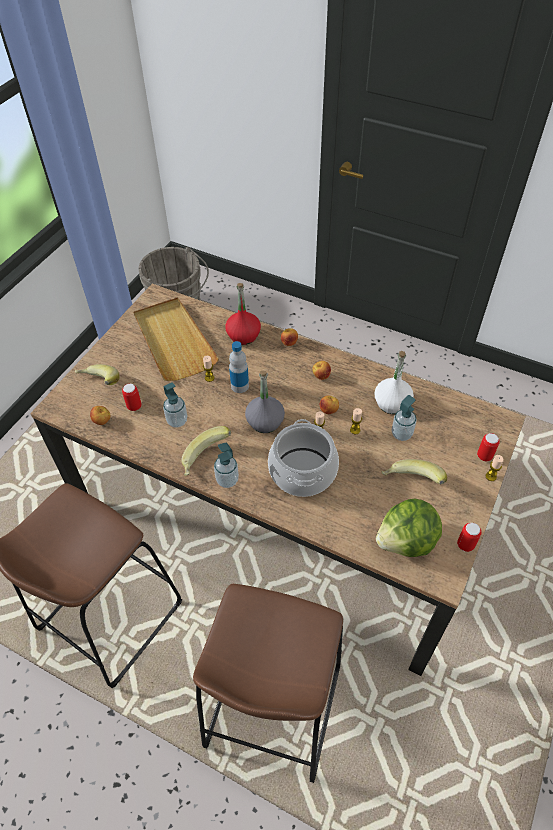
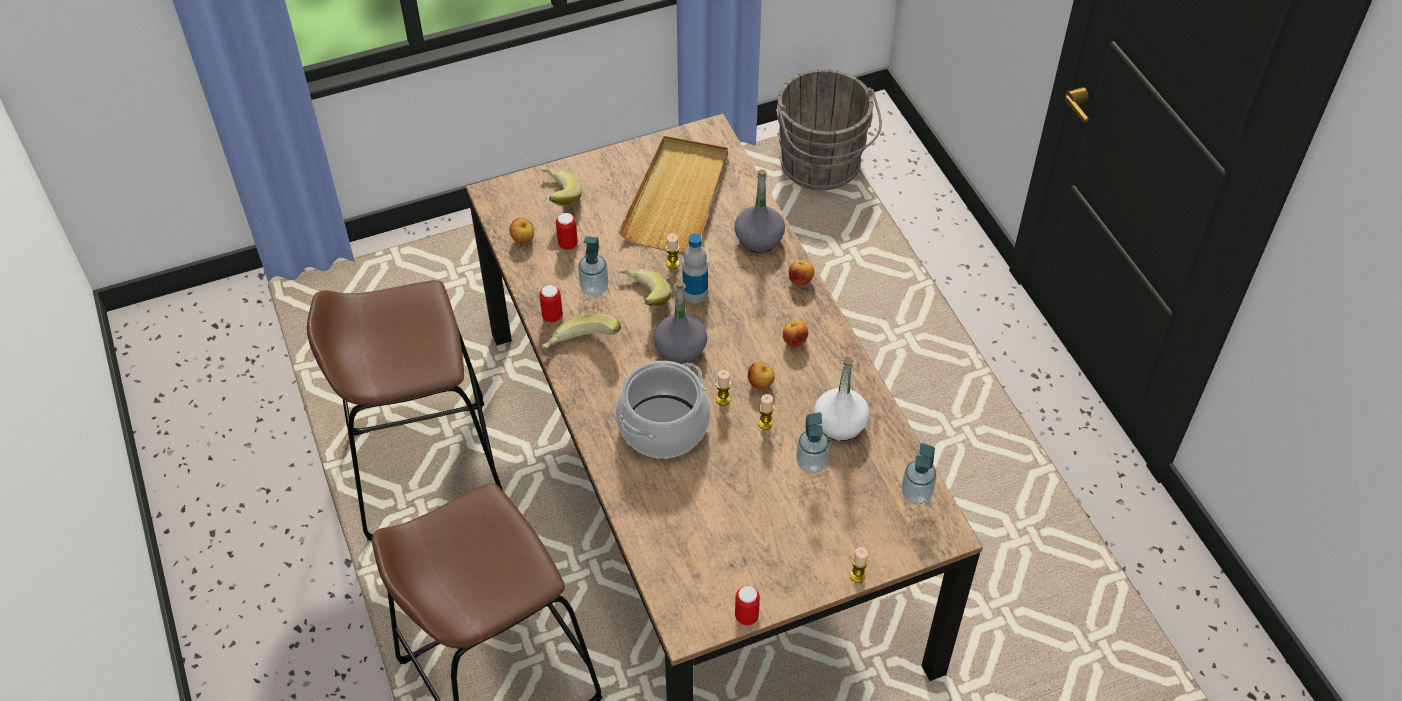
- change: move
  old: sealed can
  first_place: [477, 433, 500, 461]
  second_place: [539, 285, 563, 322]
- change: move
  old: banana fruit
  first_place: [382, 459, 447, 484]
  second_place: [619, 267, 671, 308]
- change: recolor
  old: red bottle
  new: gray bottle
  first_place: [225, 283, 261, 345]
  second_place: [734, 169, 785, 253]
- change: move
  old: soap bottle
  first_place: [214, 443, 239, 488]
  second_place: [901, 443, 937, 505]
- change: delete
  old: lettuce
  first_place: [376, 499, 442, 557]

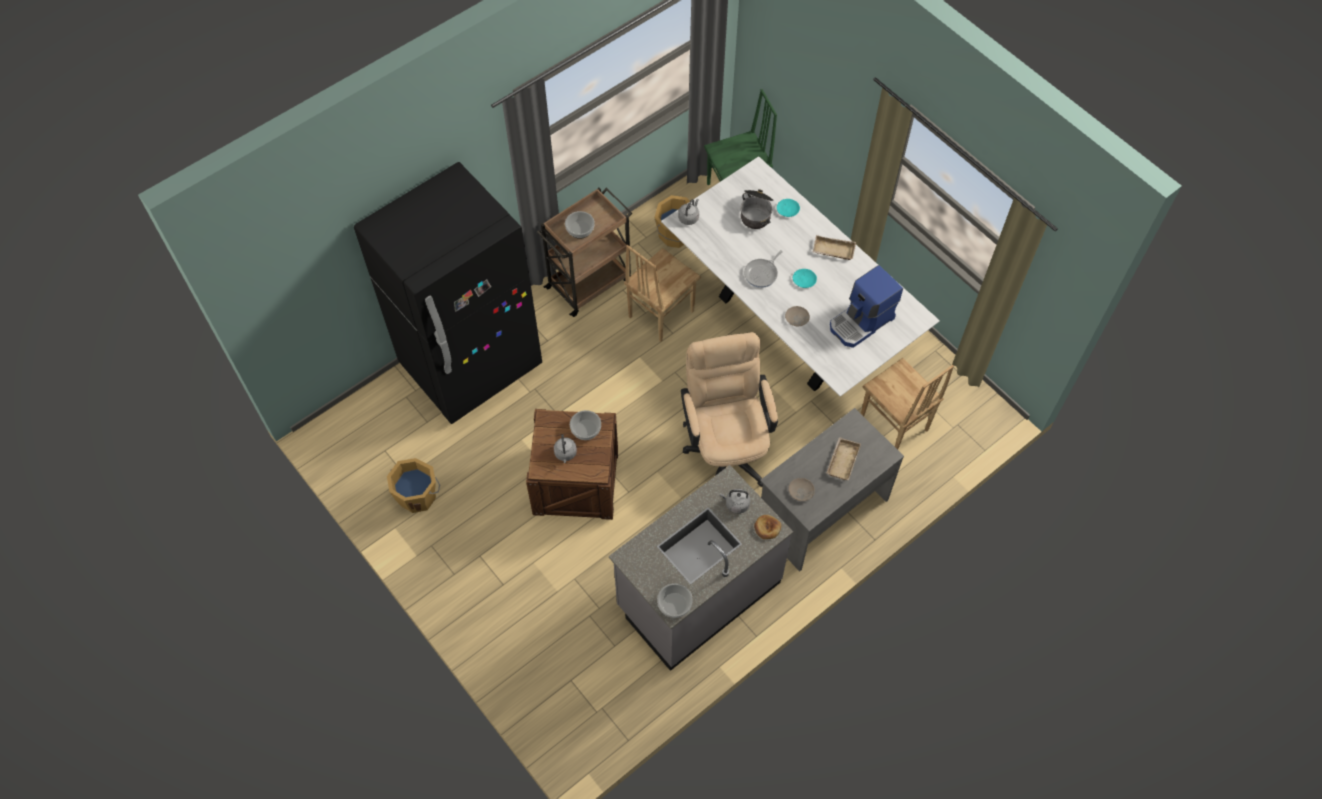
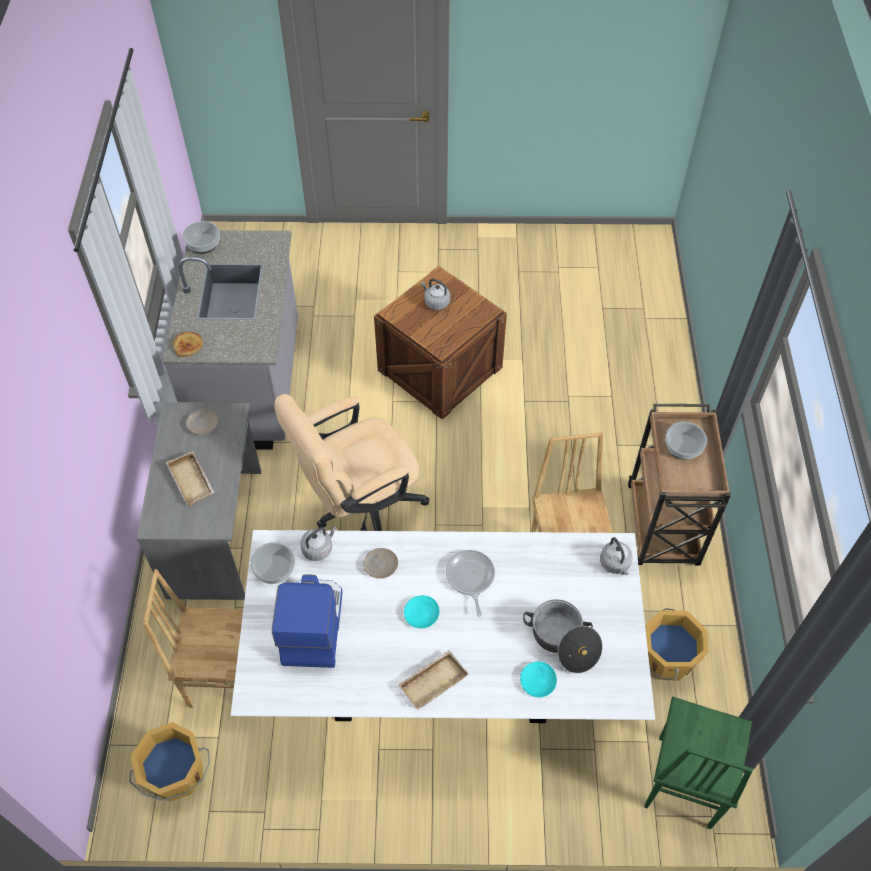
- change: move
  old: orange water bucket
  first_place: [387, 458, 440, 513]
  second_place: [130, 722, 210, 802]
- change: move
  old: serving bowl
  first_place: [570, 410, 601, 440]
  second_place: [250, 542, 295, 584]
- change: rotate
  old: sand-coloured computer chair
  first_place: [681, 332, 778, 487]
  second_place: [274, 394, 429, 531]
  degrees: 120
- change: move
  old: gray tea kettle
  first_place: [720, 489, 750, 514]
  second_place: [300, 526, 337, 561]
- change: delete
  old: black kitchen fridge
  first_place: [354, 162, 542, 424]

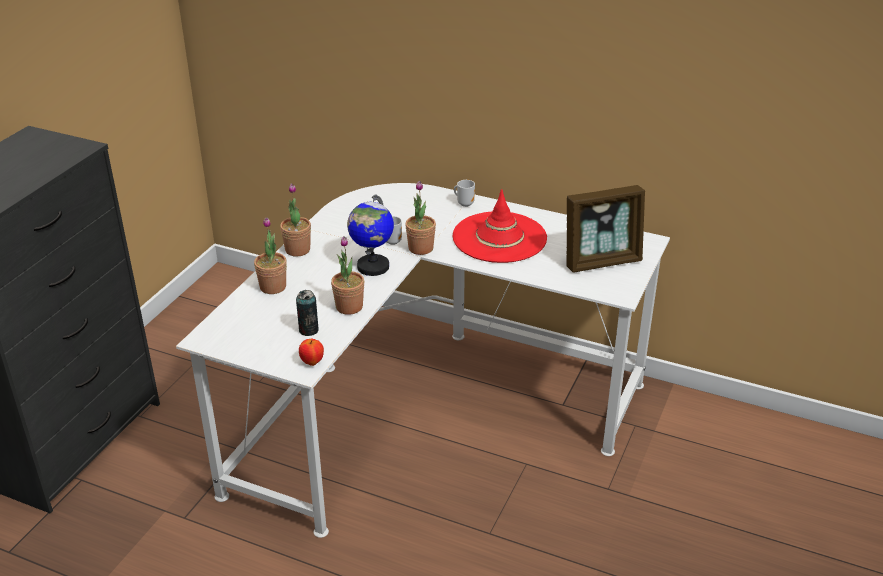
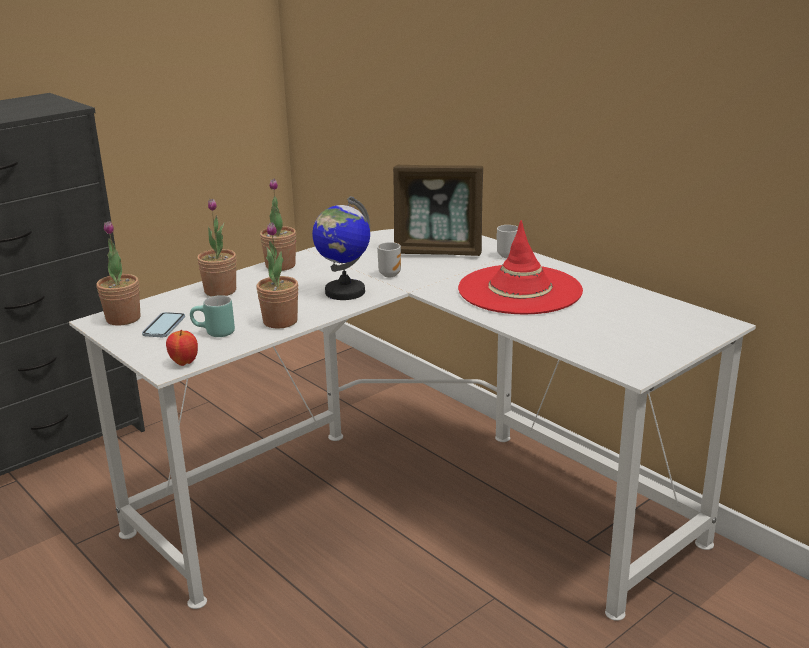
- change: move
  old: potted plant
  first_place: [405, 181, 436, 255]
  second_place: [96, 221, 140, 326]
- change: insert
  new: telephone
  second_place: [142, 312, 185, 337]
- change: replace
  old: sealed can
  new: blue-green mug
  first_place: [296, 290, 319, 336]
  second_place: [190, 295, 235, 337]
- change: move
  old: standing frame
  first_place: [566, 185, 645, 273]
  second_place: [393, 165, 483, 256]

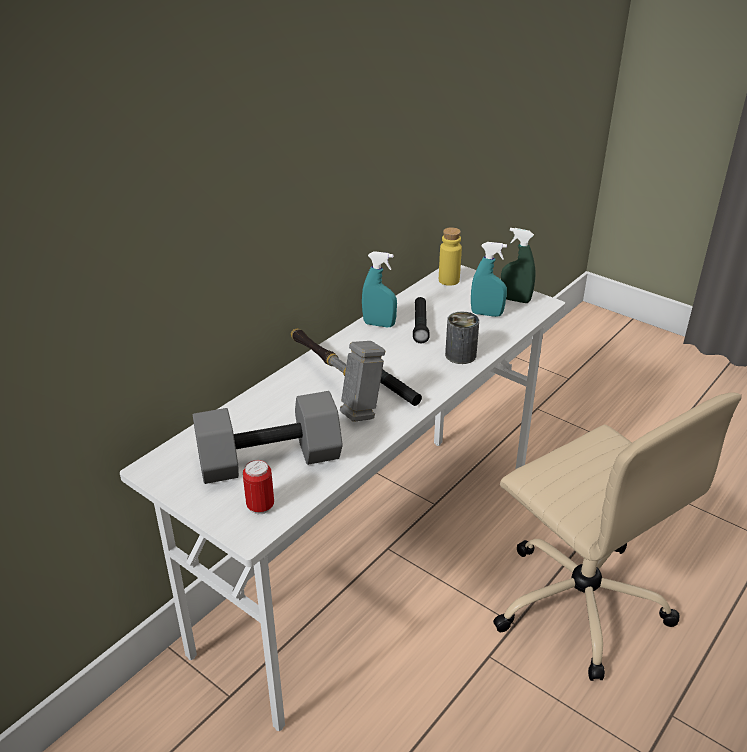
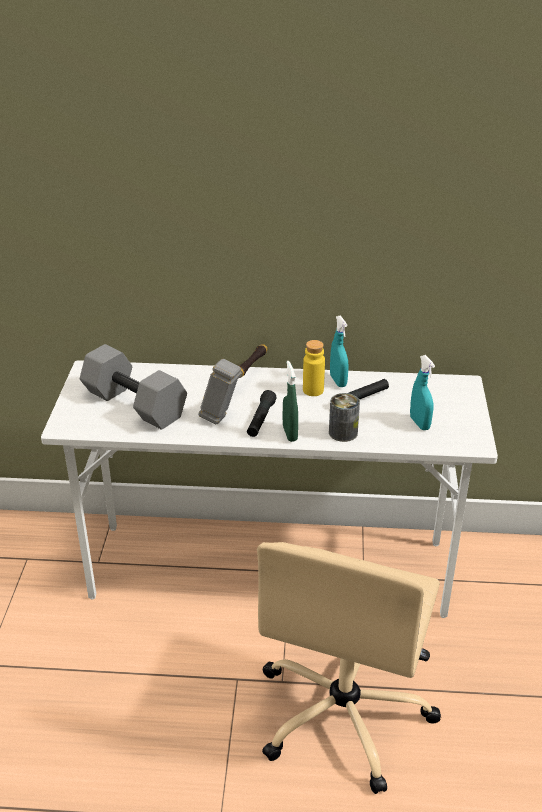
- change: move
  old: green-coloured sprayer
  first_place: [501, 228, 536, 303]
  second_place: [283, 361, 298, 442]
- change: move
  old: yellowish bottle
  first_place: [439, 227, 462, 286]
  second_place: [303, 340, 325, 396]
- change: delete
  old: sealed can
  first_place: [243, 460, 274, 514]

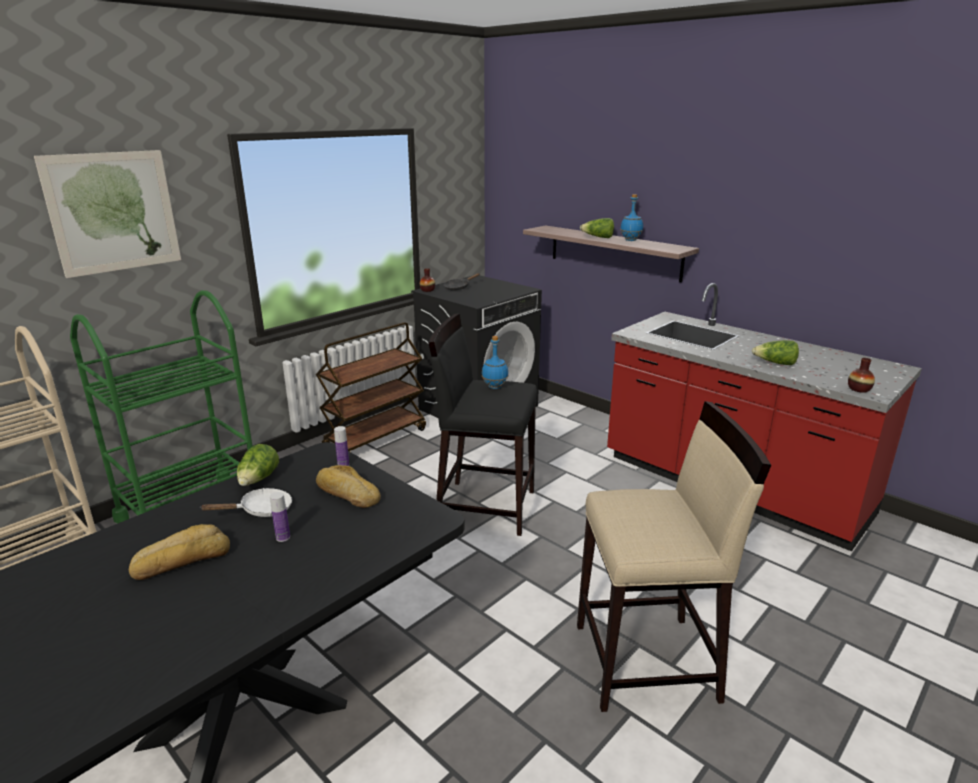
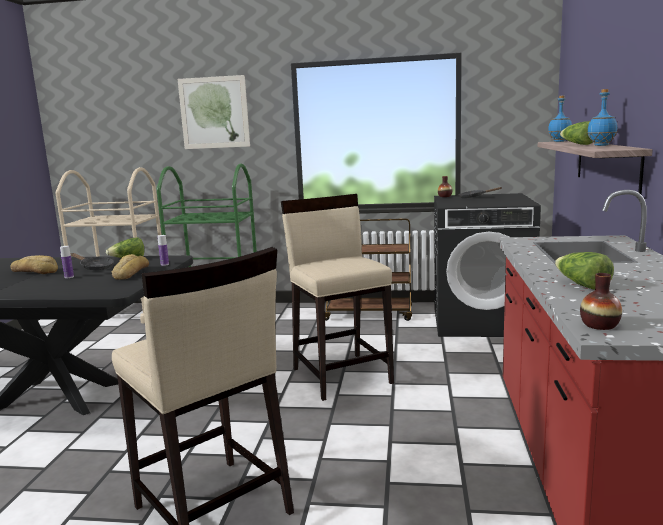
- change: recolor
  old: whitish frying pan
  new: black frying pan
  first_place: [200, 488, 292, 517]
  second_place: [71, 253, 114, 270]
- change: recolor
  old: black stool
  new: sand-coloured stool
  first_place: [428, 313, 537, 536]
  second_place: [281, 194, 394, 401]
- change: move
  old: blue-coloured bottle
  first_place: [482, 336, 509, 389]
  second_place: [548, 96, 572, 142]

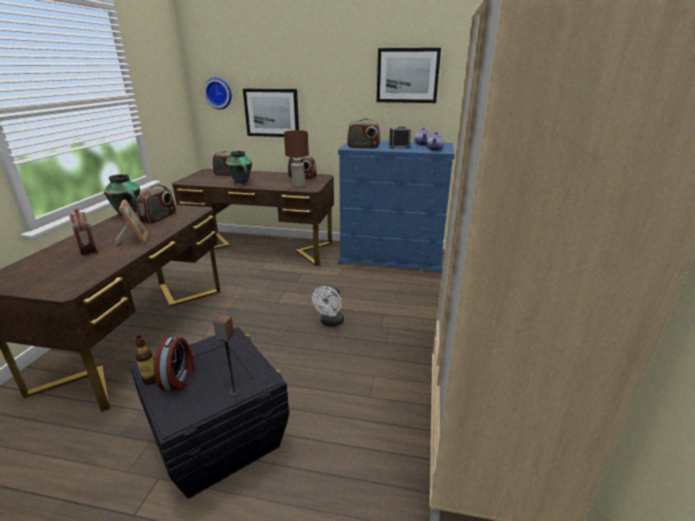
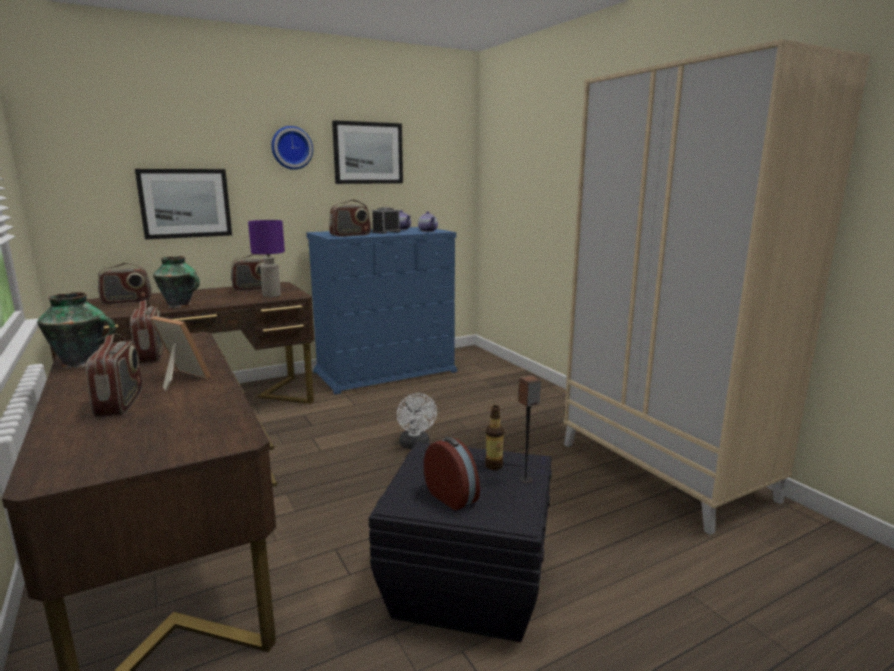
- change: rotate
  old: radio set
  first_place: [69, 208, 97, 255]
  second_place: [86, 334, 142, 417]
  degrees: 60
- change: recolor
  old: brown lamp for a table
  new: purple lamp for a table
  first_place: [284, 130, 309, 188]
  second_place: [248, 220, 285, 298]
- change: move
  old: clock on the wall
  first_place: [204, 78, 232, 109]
  second_place: [271, 126, 313, 170]
- change: move
  old: bottle
  first_place: [135, 335, 156, 385]
  second_place: [485, 405, 504, 470]

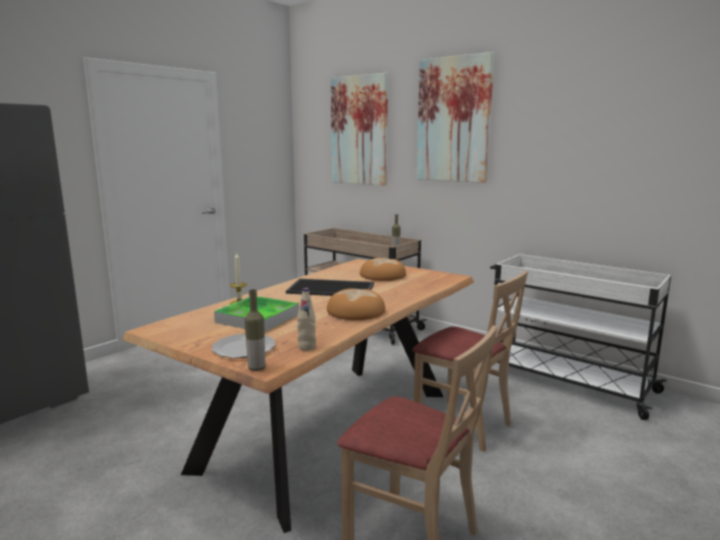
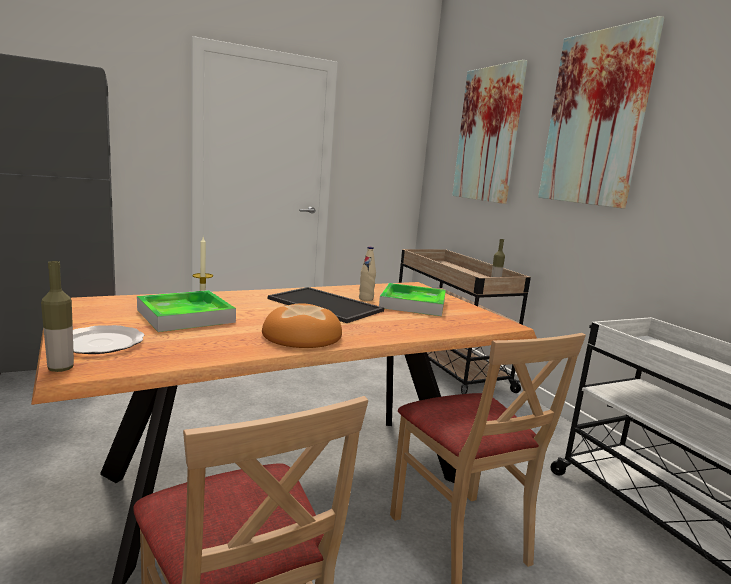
- change: move
  old: sand-coloured bottle
  first_place: [297, 288, 316, 351]
  second_place: [359, 247, 376, 301]
- change: replace
  old: bread
  new: serving tray
  first_place: [360, 258, 406, 281]
  second_place: [379, 283, 446, 316]

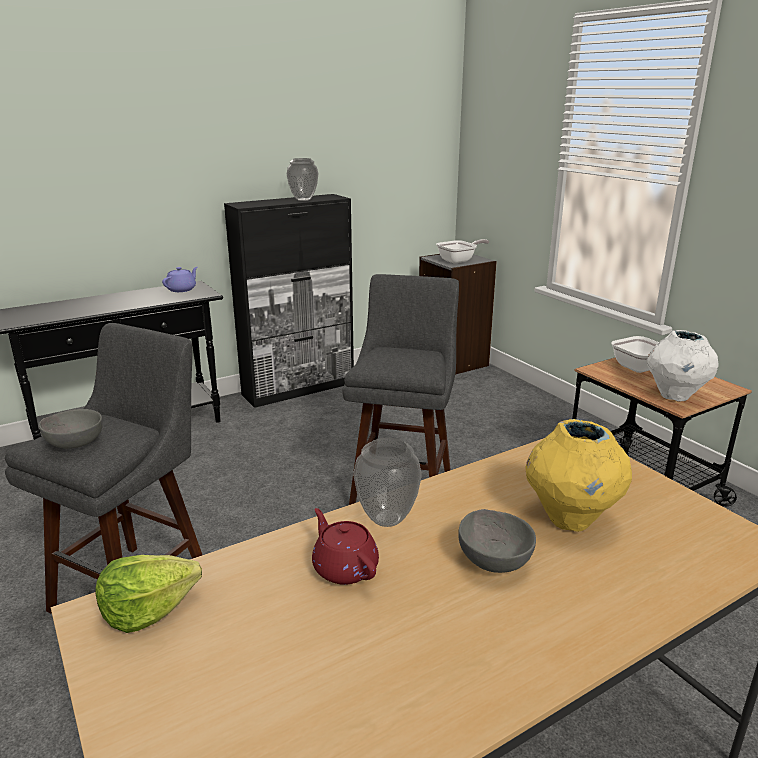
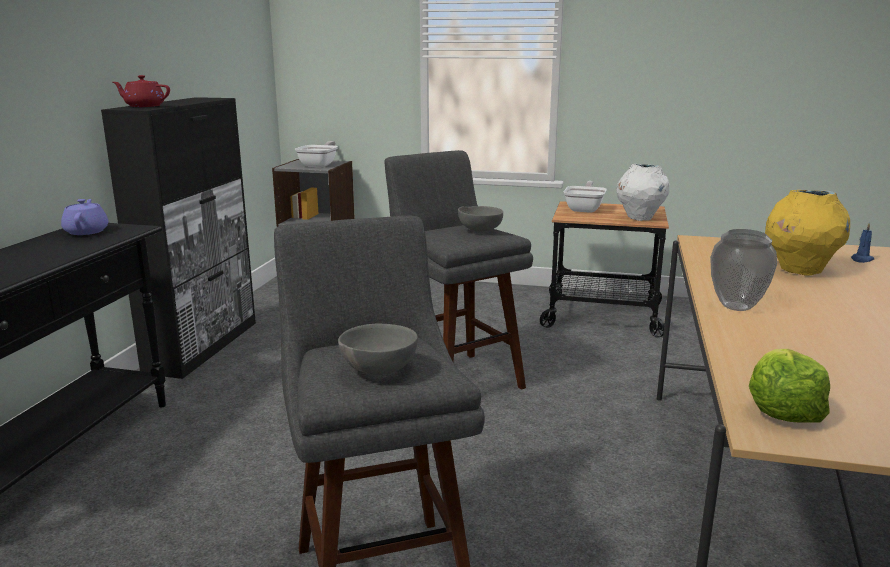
- change: move
  old: red tea pot
  first_place: [312, 508, 379, 585]
  second_place: [113, 75, 170, 107]
- change: move
  old: gray serving bowl
  first_place: [458, 509, 536, 573]
  second_place: [458, 206, 503, 232]
- change: insert
  new: blue-coloured wax candle
  second_place: [851, 223, 874, 263]
- change: delete
  old: decorative vase
  first_place: [287, 158, 318, 201]

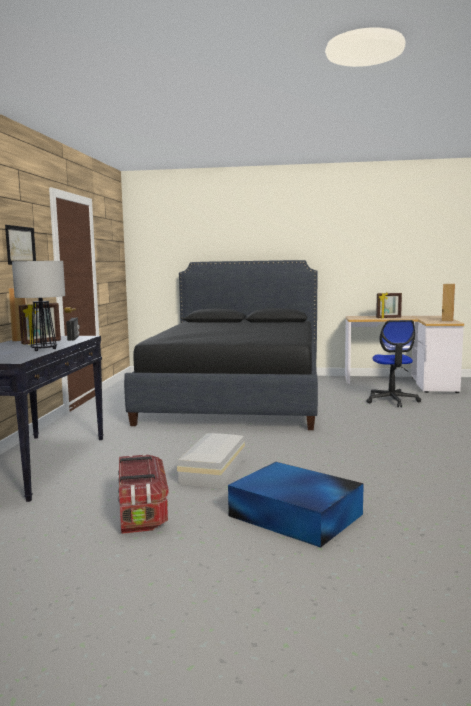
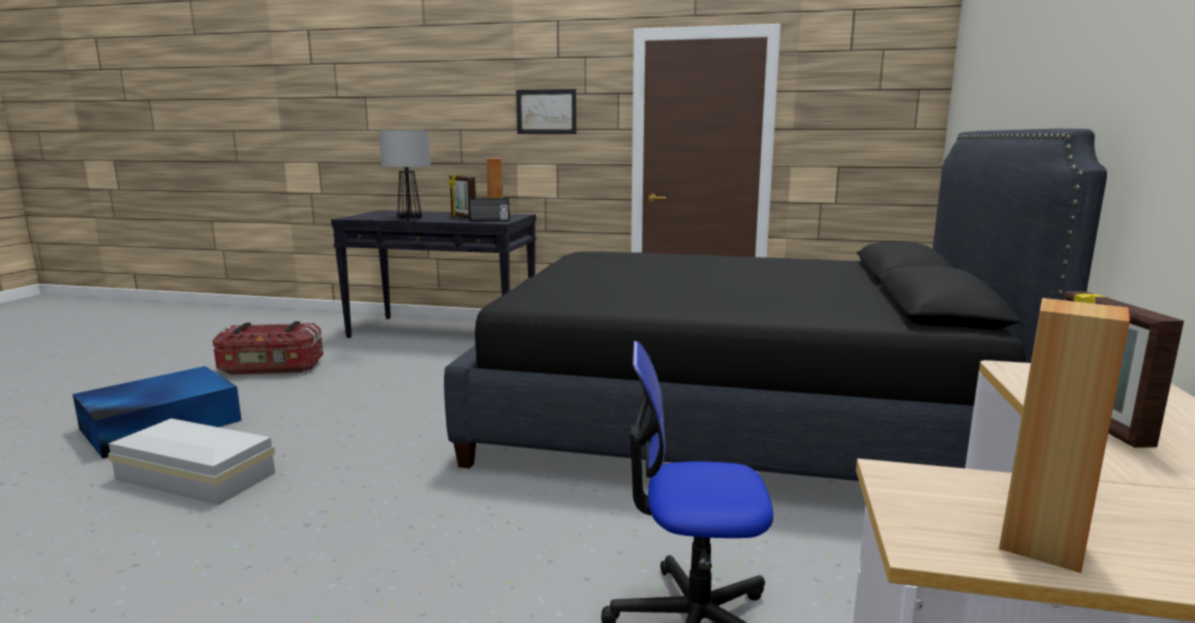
- change: move
  old: whitish storage container
  first_place: [177, 433, 245, 488]
  second_place: [108, 418, 275, 505]

